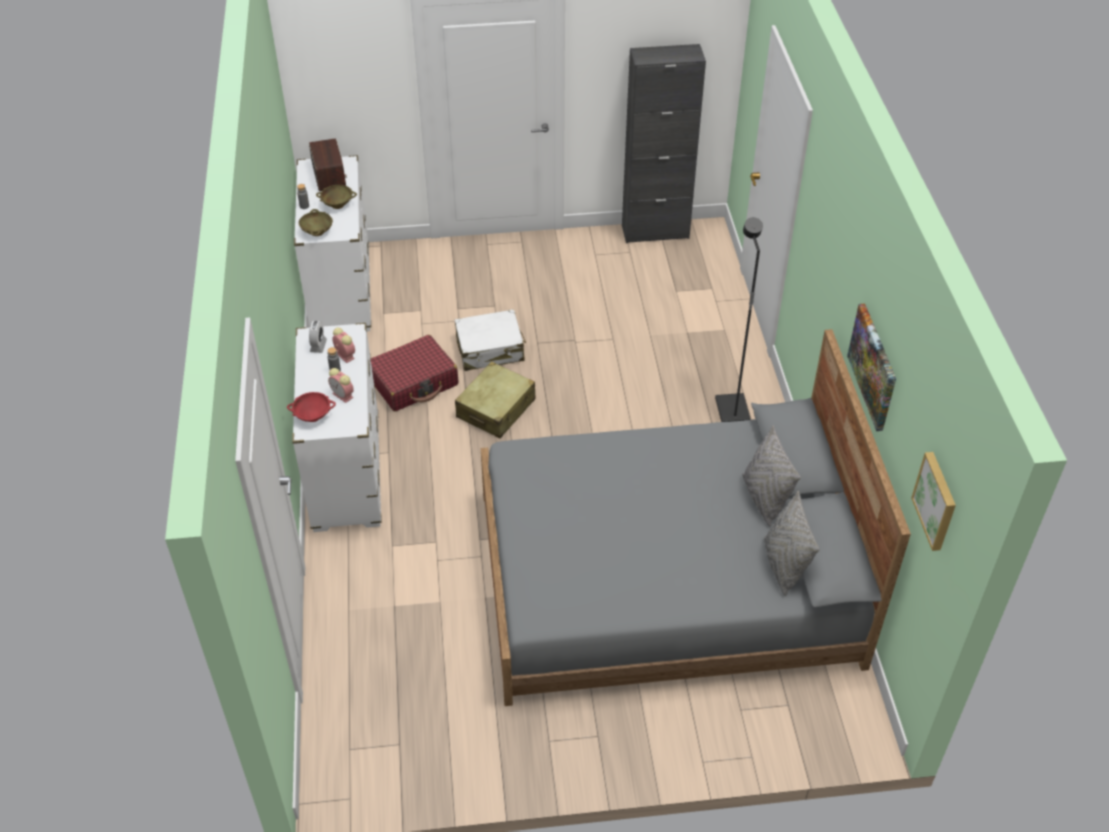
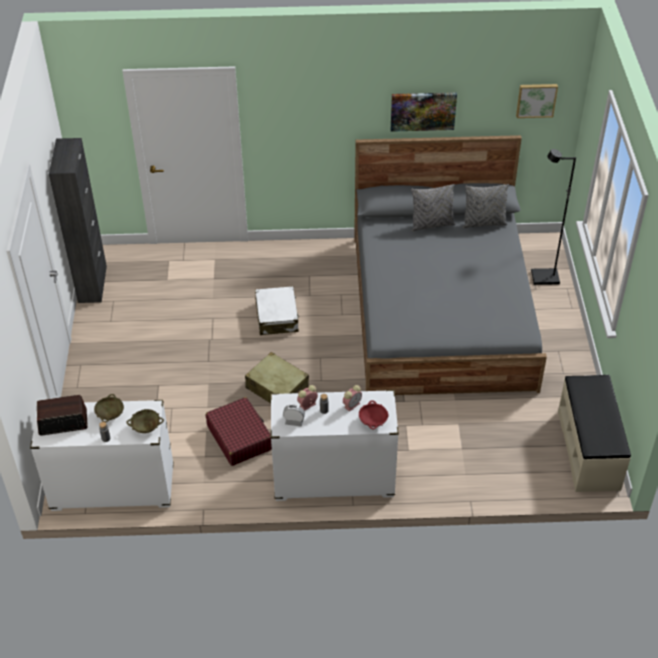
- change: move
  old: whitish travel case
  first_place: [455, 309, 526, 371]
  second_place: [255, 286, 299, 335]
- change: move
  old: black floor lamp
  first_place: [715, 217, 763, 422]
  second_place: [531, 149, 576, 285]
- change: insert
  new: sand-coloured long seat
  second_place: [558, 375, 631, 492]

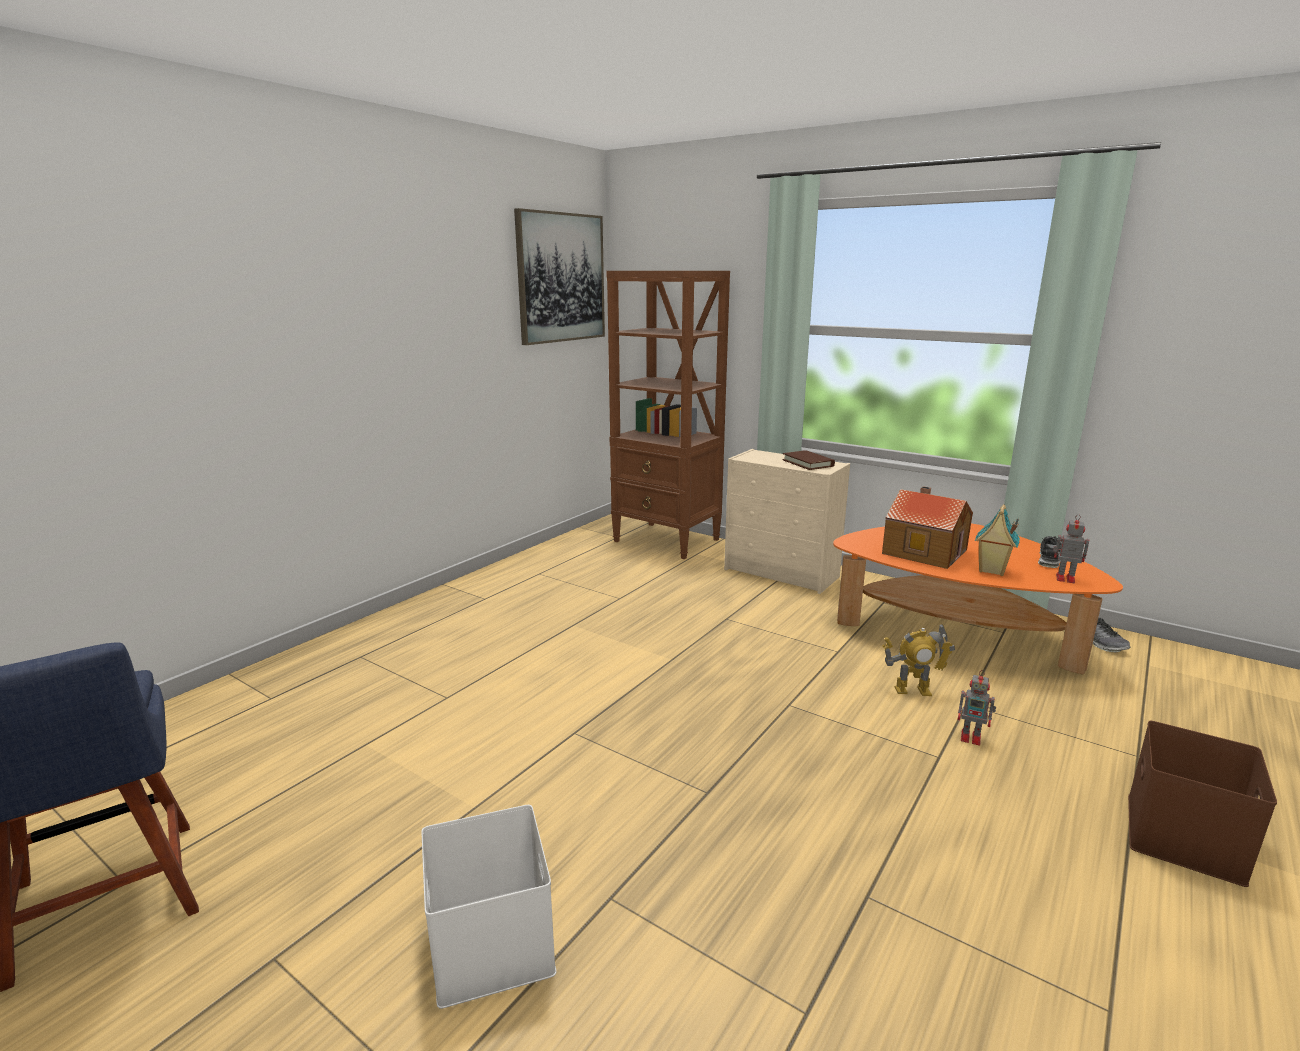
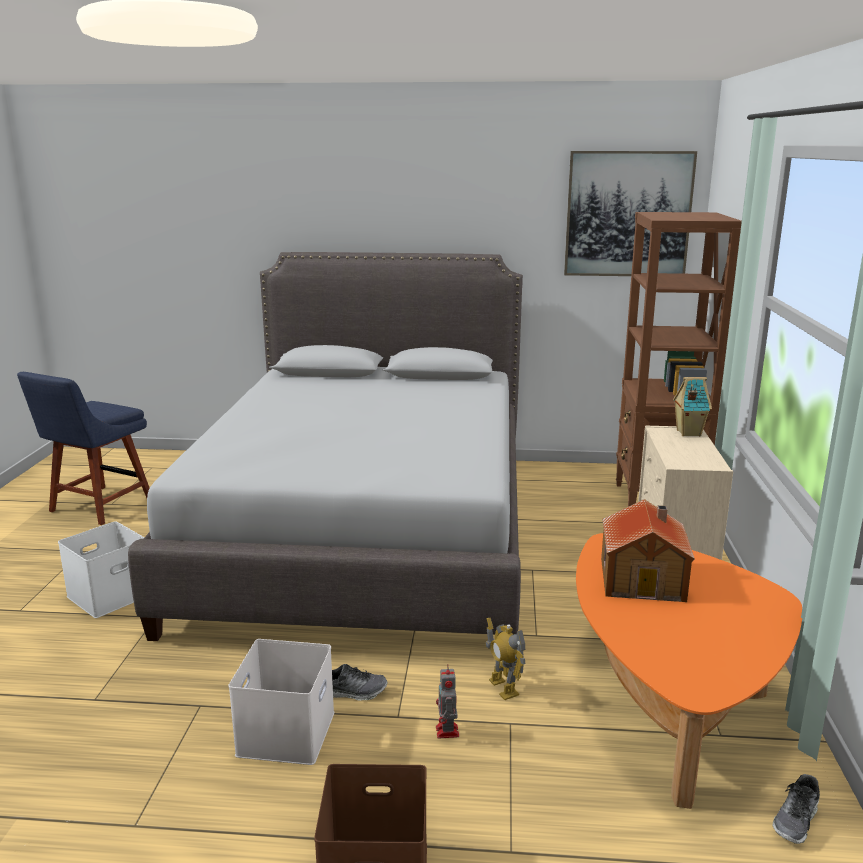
- change: insert
  new: gray bed
  second_place: [128, 252, 523, 641]
- change: insert
  new: whitish storage container
  second_place: [228, 639, 334, 765]
- change: move
  old: shoe
  first_place: [1038, 536, 1062, 568]
  second_place: [332, 664, 387, 701]
- change: move
  old: toy house
  first_place: [975, 504, 1020, 576]
  second_place: [673, 377, 712, 436]
- change: delete
  old: brown book
  first_place: [782, 450, 835, 470]
- change: delete
  old: model robot
  first_place: [1053, 514, 1089, 583]

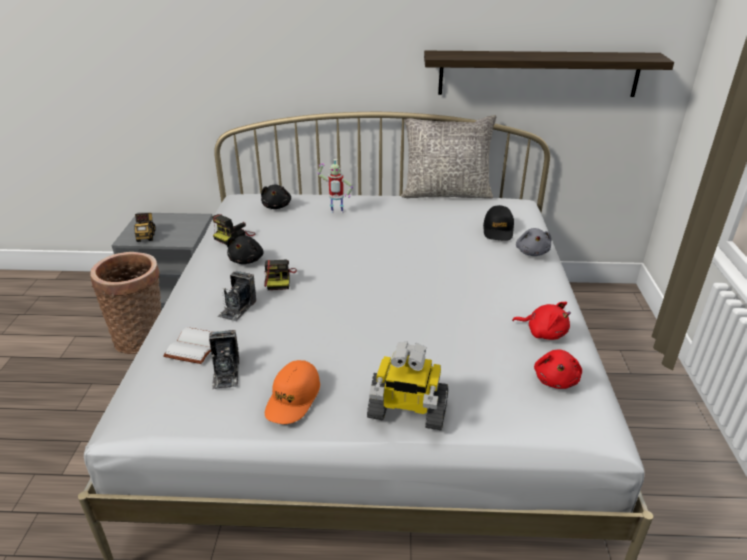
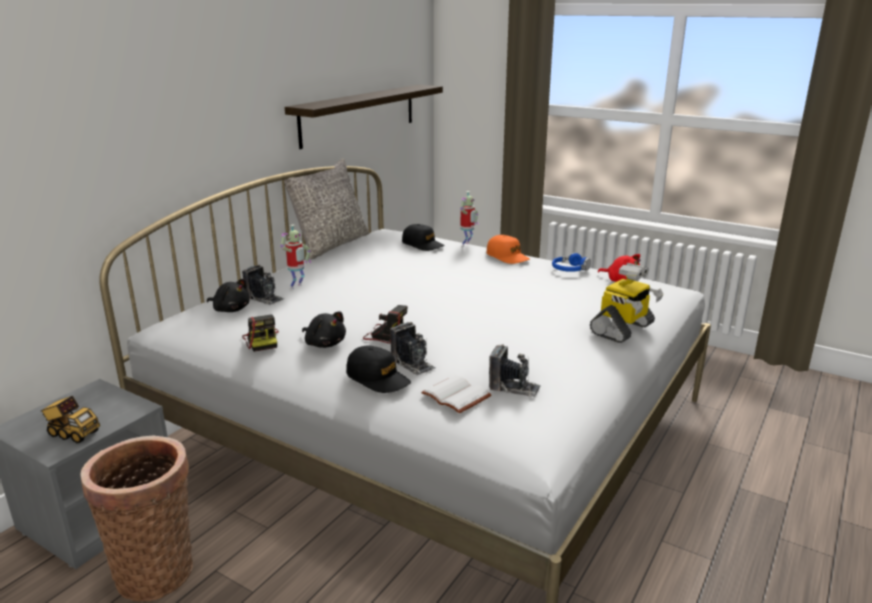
- change: insert
  new: photo camera
  second_place: [242, 265, 284, 305]
- change: insert
  new: black peaked cap
  second_place: [347, 345, 411, 393]
- change: replace
  old: gray soft toy
  new: model robot
  first_place: [516, 228, 552, 256]
  second_place: [460, 191, 479, 247]
- change: move
  old: orange peaked cap
  first_place: [265, 360, 320, 424]
  second_place: [486, 235, 530, 264]
- change: replace
  old: red soft toy
  new: blue-coloured headset
  first_place: [512, 302, 571, 340]
  second_place: [552, 252, 591, 272]

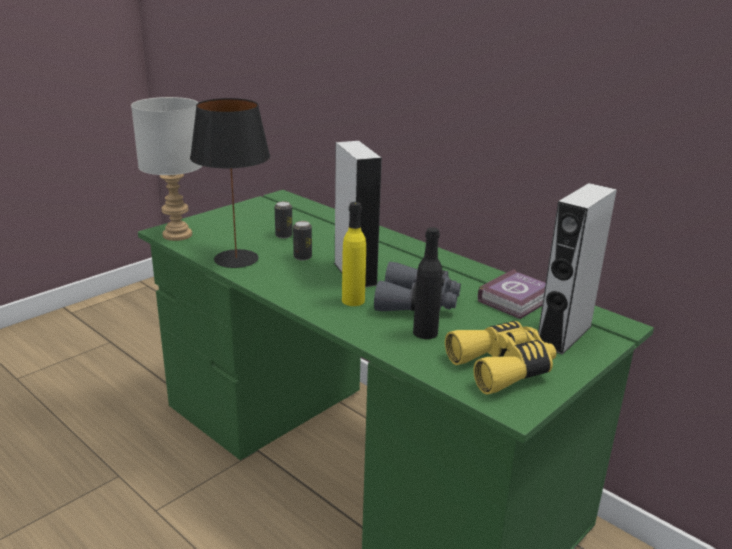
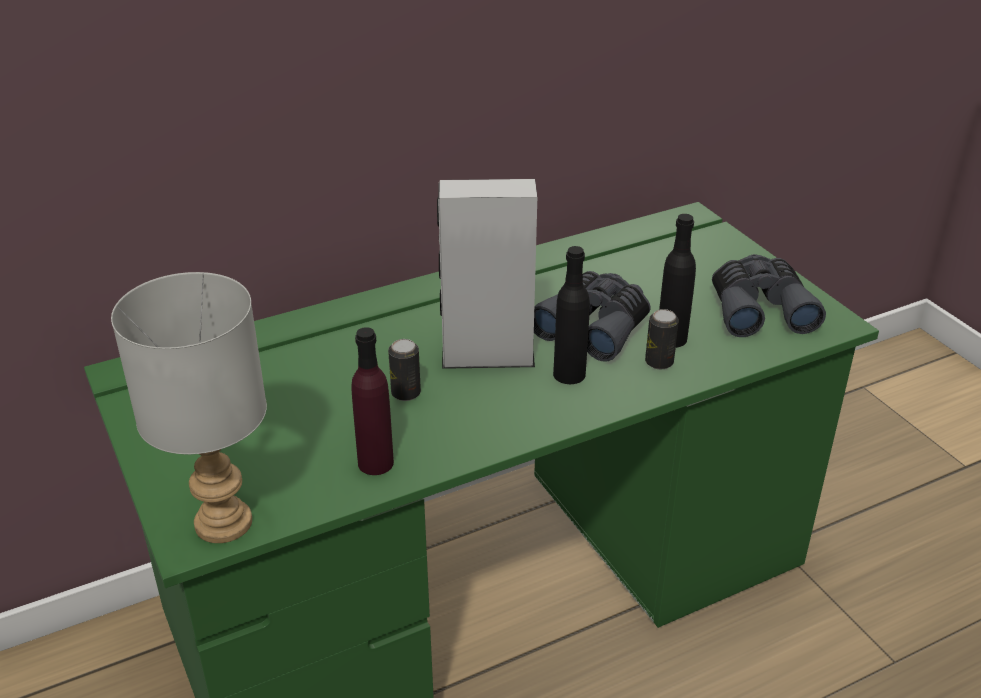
- change: replace
  old: black lamp for a table
  new: purple bottle
  first_place: [190, 98, 270, 268]
  second_place: [351, 327, 394, 475]
- change: recolor
  old: yellowish bottle
  new: black bottle
  first_place: [342, 202, 366, 306]
  second_place: [553, 246, 590, 384]
- change: move
  old: sealed can
  first_place: [275, 201, 293, 238]
  second_place: [645, 309, 679, 369]
- change: recolor
  old: yellowish binoculars
  new: gray binoculars
  first_place: [445, 321, 556, 395]
  second_place: [712, 254, 826, 337]
- change: delete
  old: book
  first_place: [478, 269, 546, 319]
- change: delete
  old: gray loudspeaker
  first_place: [538, 183, 617, 355]

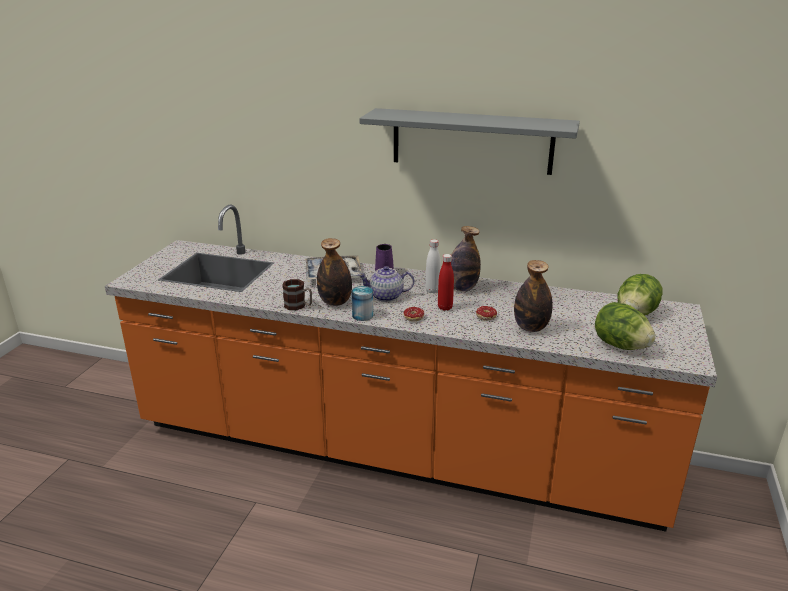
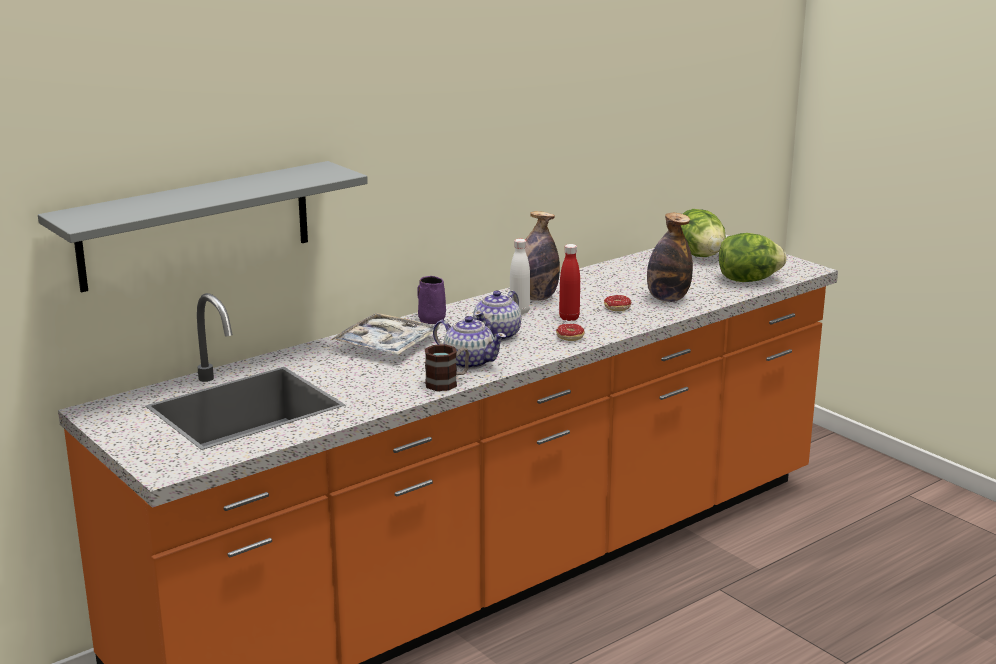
- change: move
  old: gray shelf
  first_place: [359, 108, 580, 175]
  second_place: [38, 161, 368, 292]
- change: replace
  old: bottle
  new: tea pot
  first_place: [317, 238, 352, 306]
  second_place: [433, 316, 506, 369]
- change: delete
  old: sealed can
  first_place: [352, 286, 373, 321]

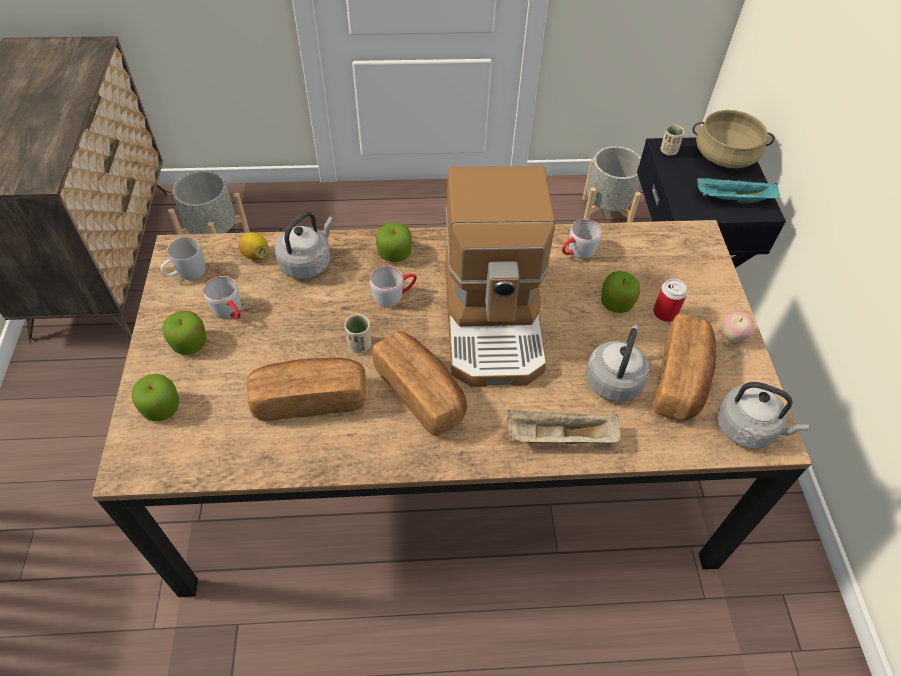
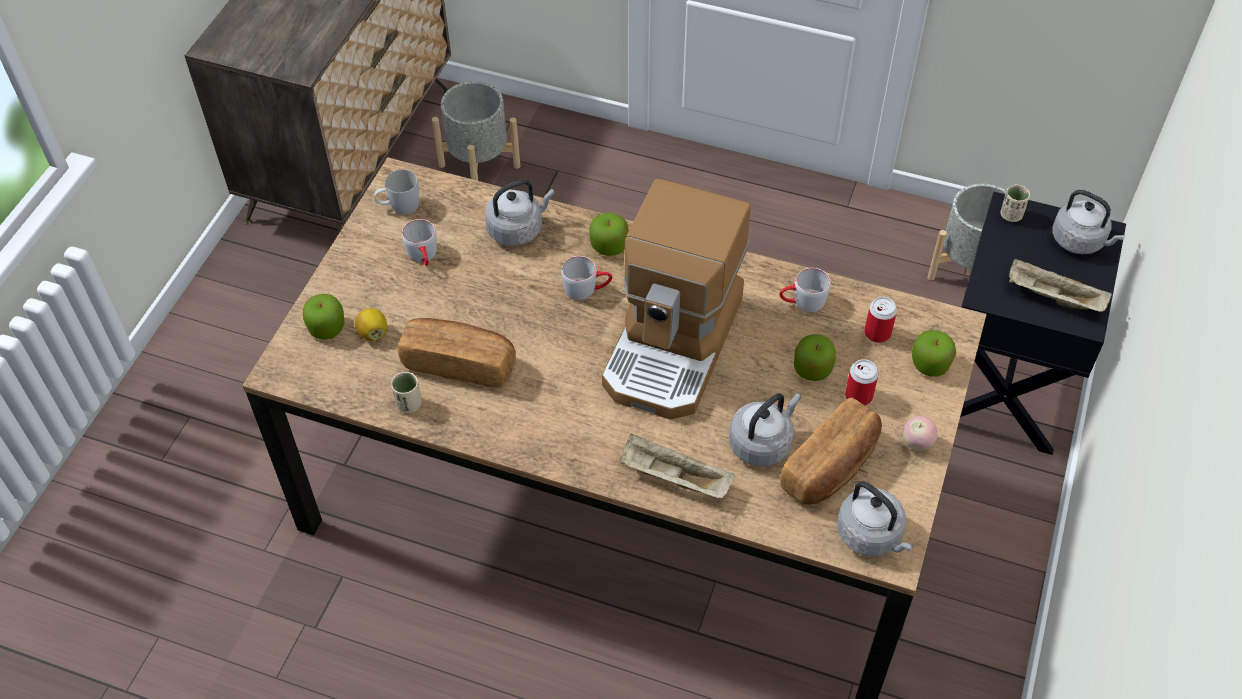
- change: move
  old: lemon
  first_place: [238, 232, 268, 260]
  second_place: [355, 308, 387, 341]
- change: move
  old: sand-coloured drinking cup
  first_place: [344, 314, 372, 353]
  second_place: [391, 372, 422, 413]
- change: insert
  new: sealed can
  second_place: [864, 297, 897, 343]
- change: move
  old: apple
  first_place: [162, 311, 207, 355]
  second_place: [912, 330, 956, 377]
- change: recolor
  old: blue-green serving tray
  new: sand-coloured serving tray
  first_place: [697, 177, 781, 203]
  second_place: [1009, 259, 1112, 312]
- change: replace
  old: sand-coloured stockpot
  new: gray tea kettle
  first_place: [692, 110, 775, 168]
  second_place: [1052, 190, 1125, 255]
- change: delete
  old: bread
  first_place: [372, 331, 467, 436]

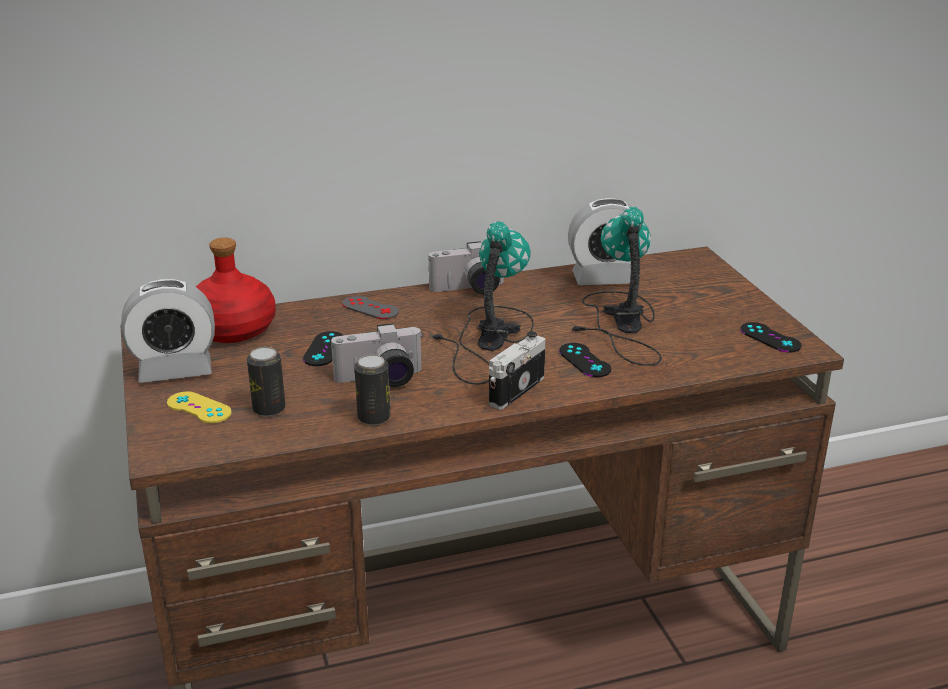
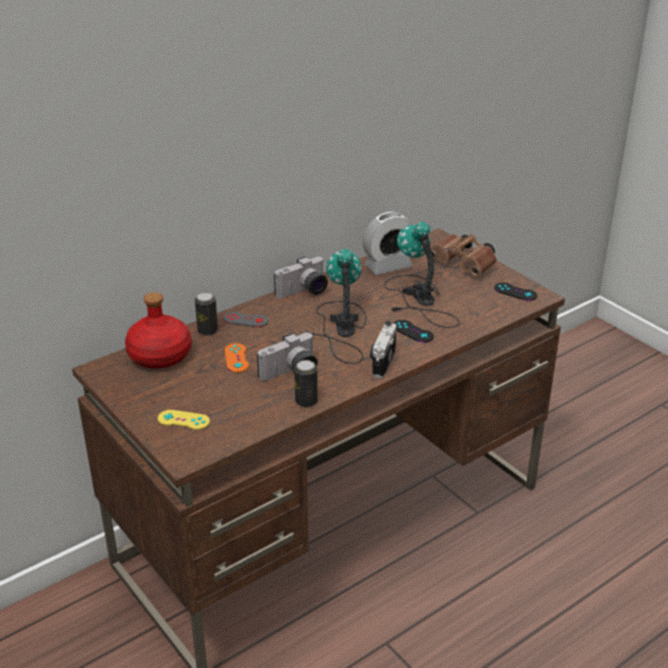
- change: move
  old: sealed can
  first_place: [247, 347, 285, 417]
  second_place: [195, 292, 218, 335]
- change: recolor
  old: black joypad
  new: orange joypad
  first_place: [303, 331, 344, 366]
  second_place: [225, 343, 249, 373]
- change: insert
  new: brown binoculars
  second_place: [431, 233, 497, 276]
- change: delete
  old: table clock
  first_place: [121, 279, 215, 383]

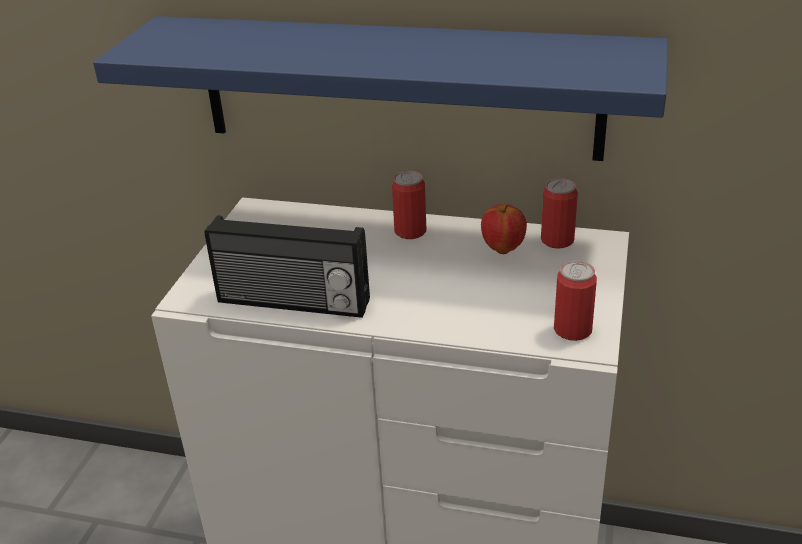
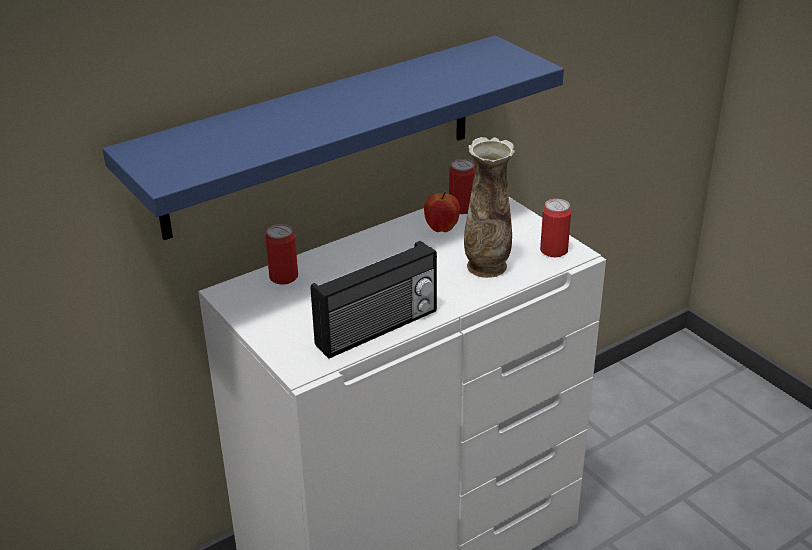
- change: move
  old: sealed can
  first_place: [392, 171, 426, 239]
  second_place: [266, 224, 298, 284]
- change: insert
  new: decorative vase
  second_place: [464, 137, 515, 278]

